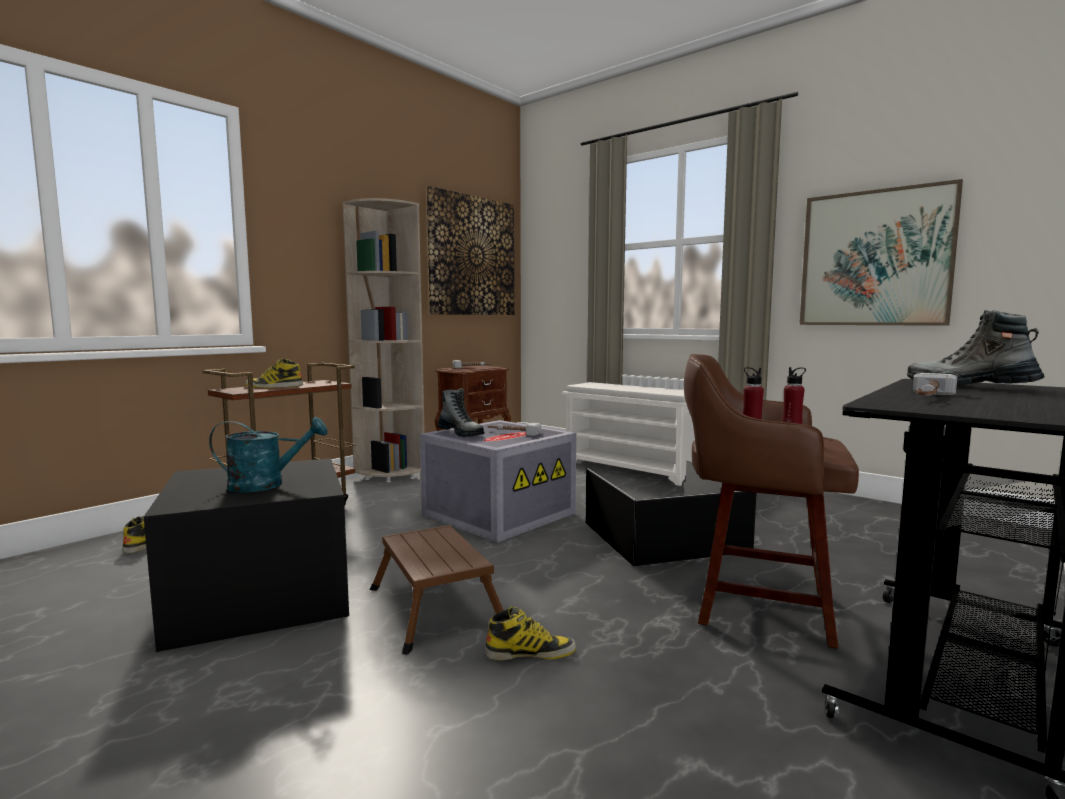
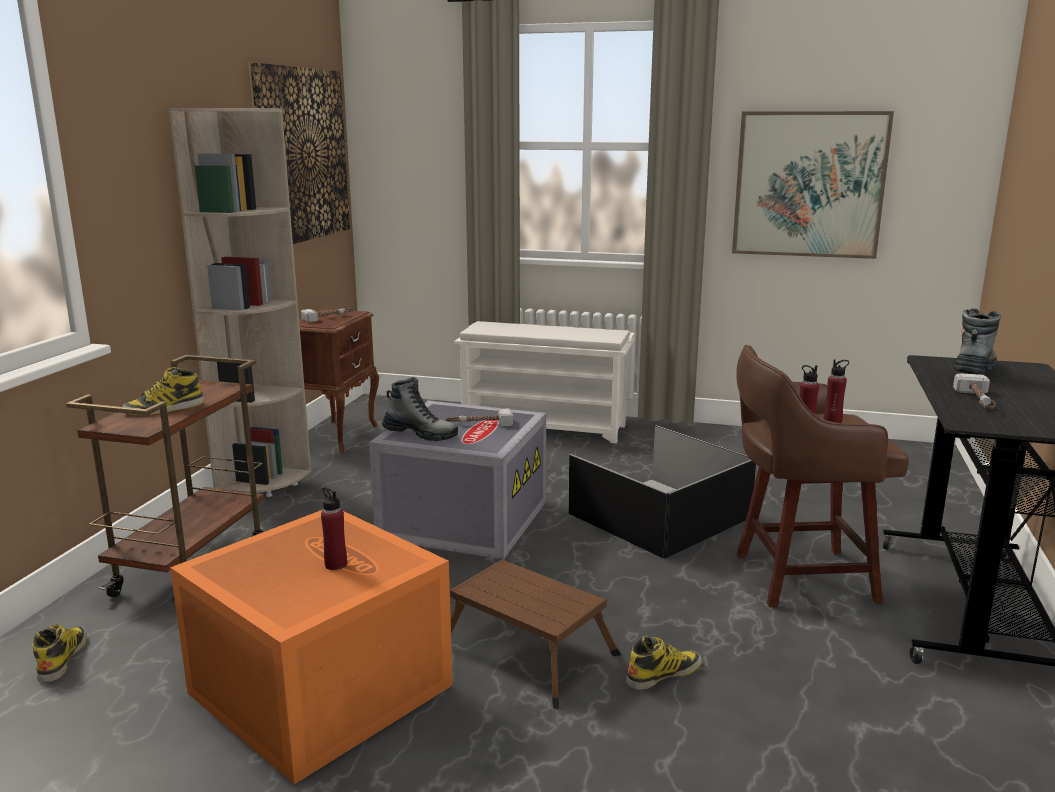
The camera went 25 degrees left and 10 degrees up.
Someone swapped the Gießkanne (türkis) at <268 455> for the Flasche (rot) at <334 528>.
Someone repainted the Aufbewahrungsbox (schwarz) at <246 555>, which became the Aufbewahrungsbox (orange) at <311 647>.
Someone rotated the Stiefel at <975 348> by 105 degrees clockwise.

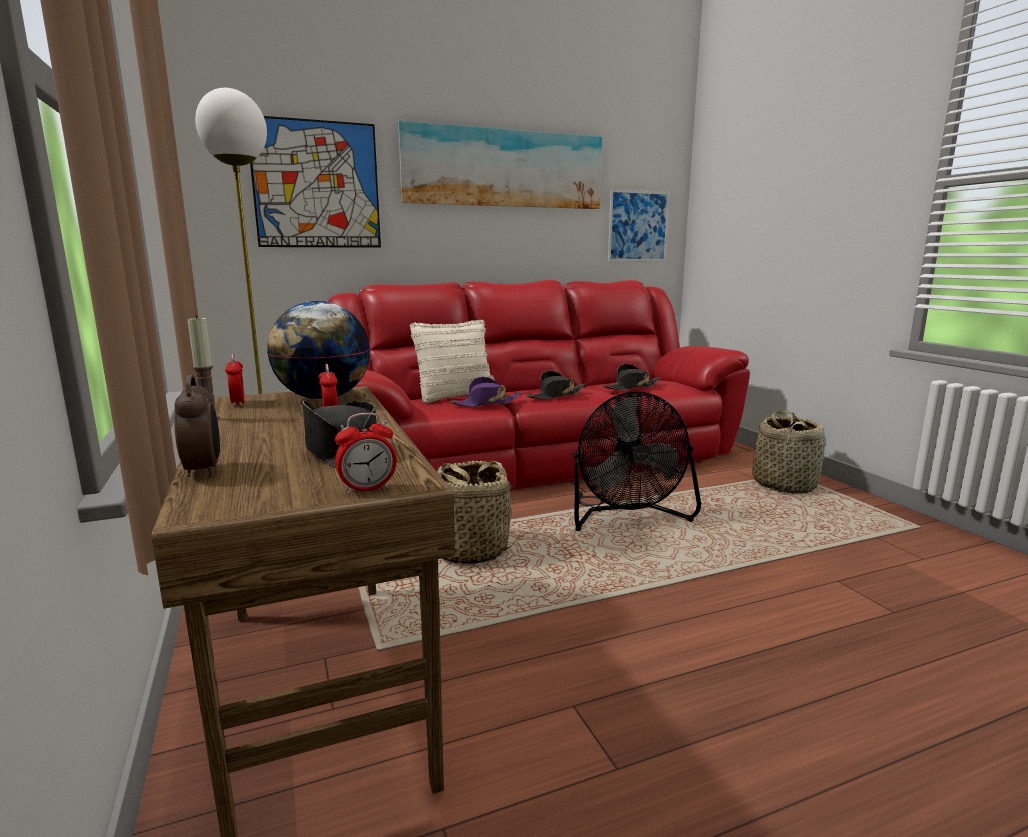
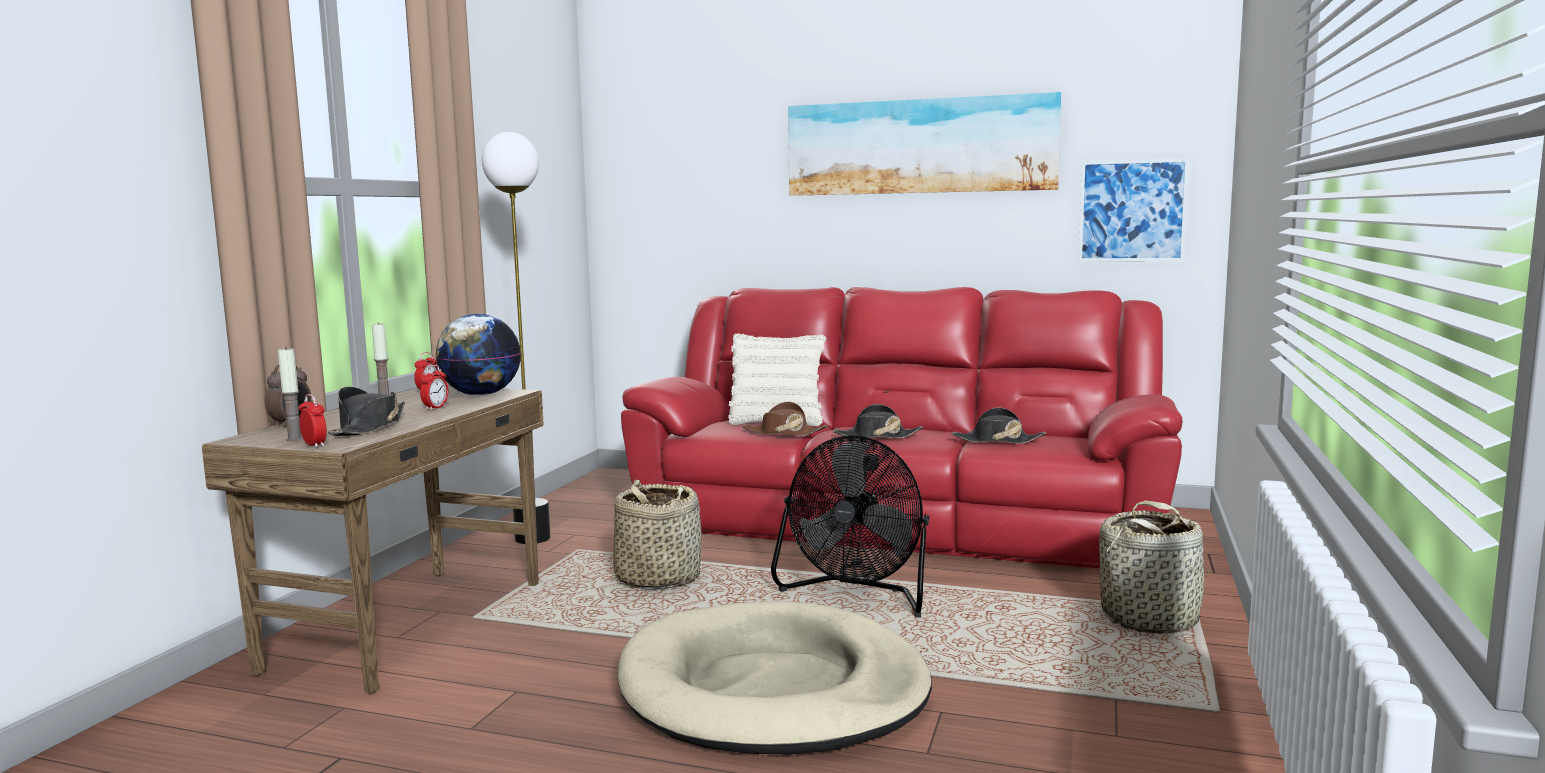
The camera went 40 degrees right and 5 degrees down.
Someone took away the Bild at <315 182>.
Someone put down the Kerze at <290 393>.
Someone put down the Hundebett (beige) at <775 678>.
Someone repainted the Hut (lila) at <485 392>, which became the Hut (braun) at <785 419>.
Someone rotated the Wecker at <366 453> by 150 degrees counterclockwise.

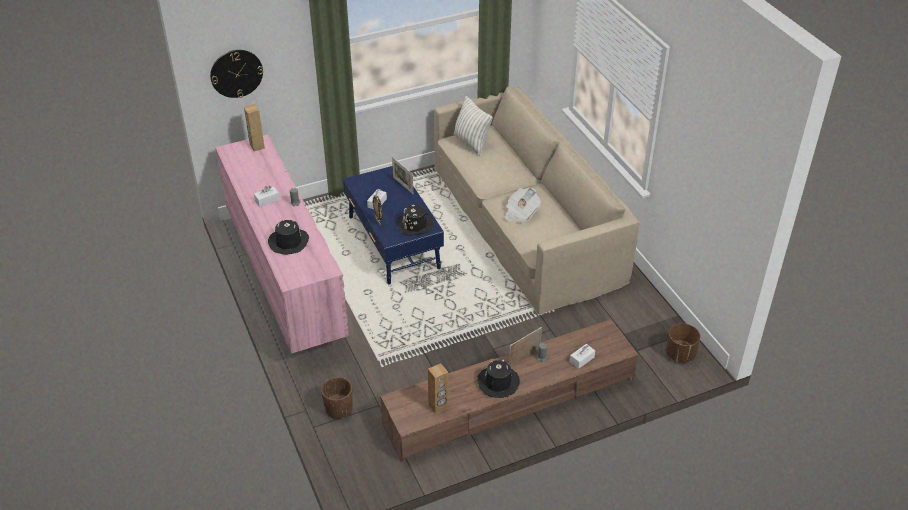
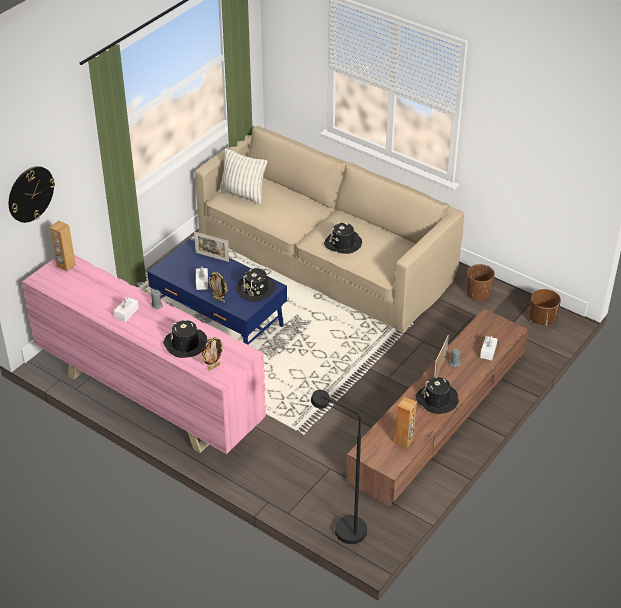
The camera went 30 degrees left and 0 degrees up.
Someone put down the Bilderrahmen at <213 354>.
Someone put down the Stehlampe (schwarz) at <339 467>.
Someone carried the Pflanzkübel (braun) from <337 398> to <481 283>.
Someone swapped the Zeitung at <523 205> for the Hut (schwarz) at <343 238>.

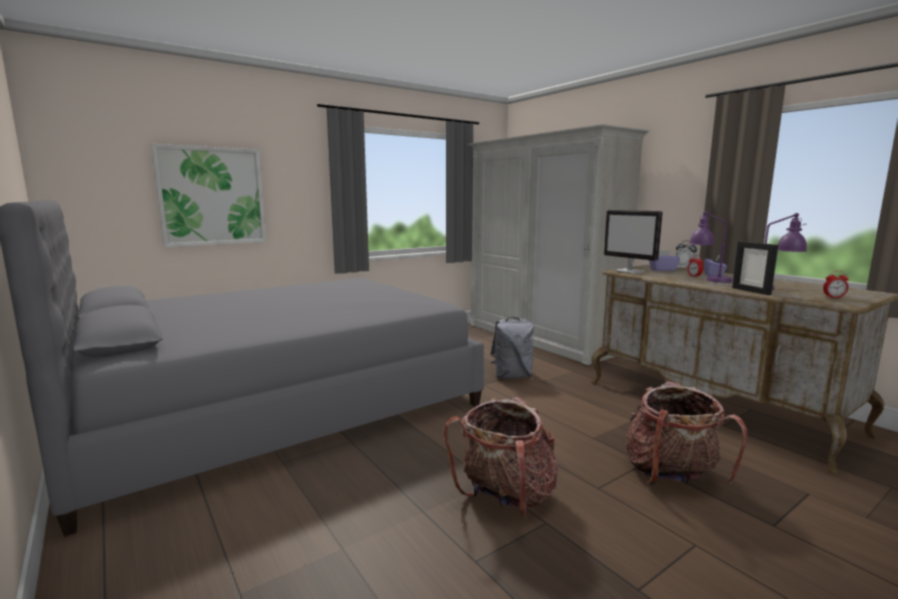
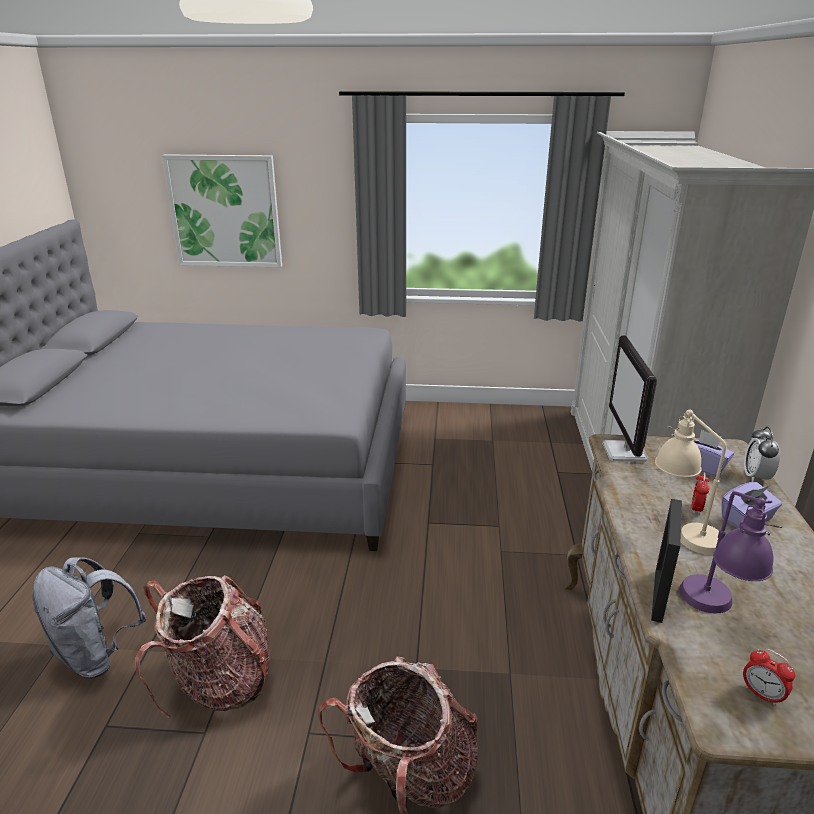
The camera went 40 degrees right and 15 degrees up.
Someone carried the Rucksack (grau) from <512 348> to <89 617>.
Someone repainted the Tischlampe (lila) at <710 247>, which became the Tischlampe (beige) at <690 482>.

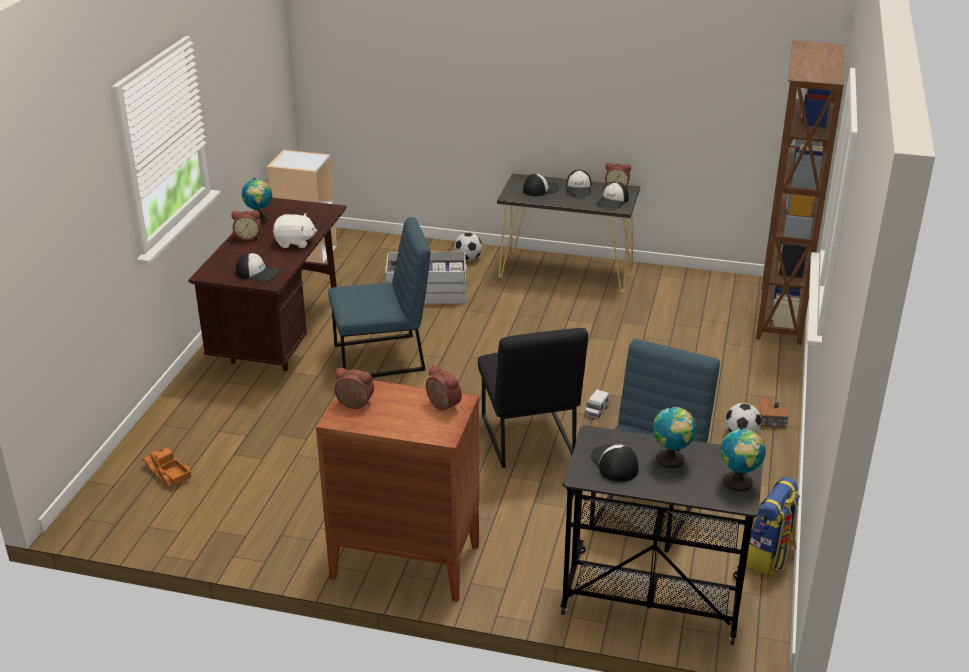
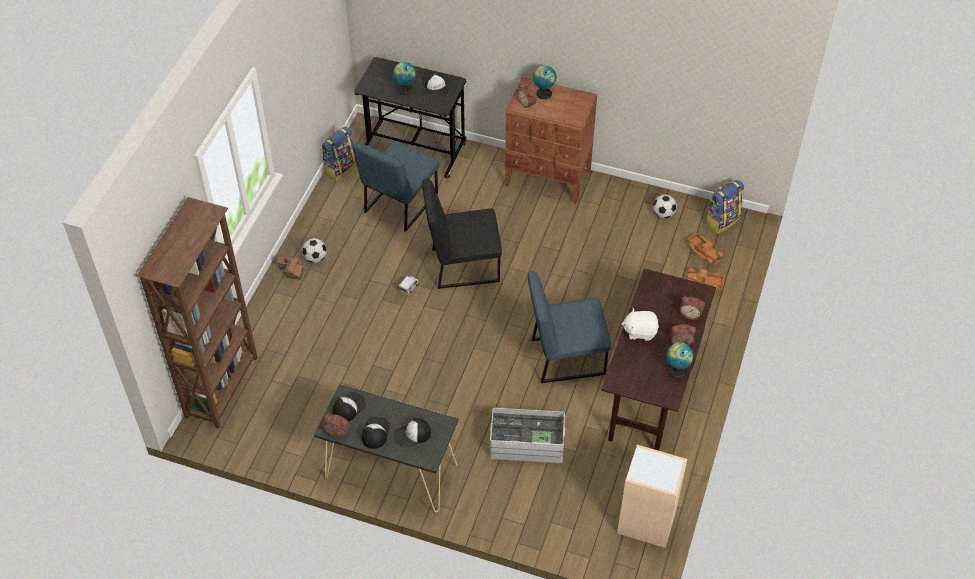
The camera went 175 degrees left and 20 degrees up.
Someone took away the Kappe at <257 267>.
Someone put down the Spielzeuglaster at <704 279>.
Someone put down the Rucksack at <724 207>.
Someone carried the Wecker from <354 388> to <692 308>.
Someone carried the Fußball from <468 246> to <665 206>.
Someone carried the Globus from <743 459> to <544 82>.
Someone rotated the Stuhl (schwarz) at <533 398> by 90 degrees counterclockwise.

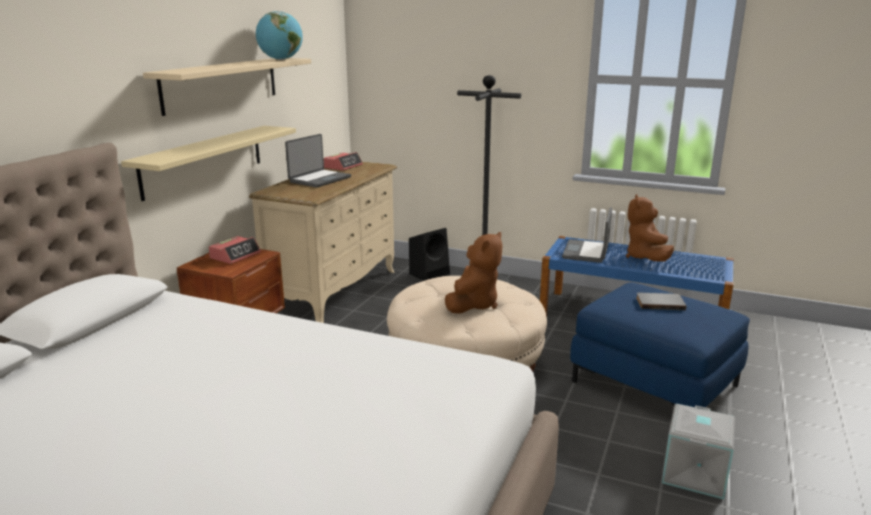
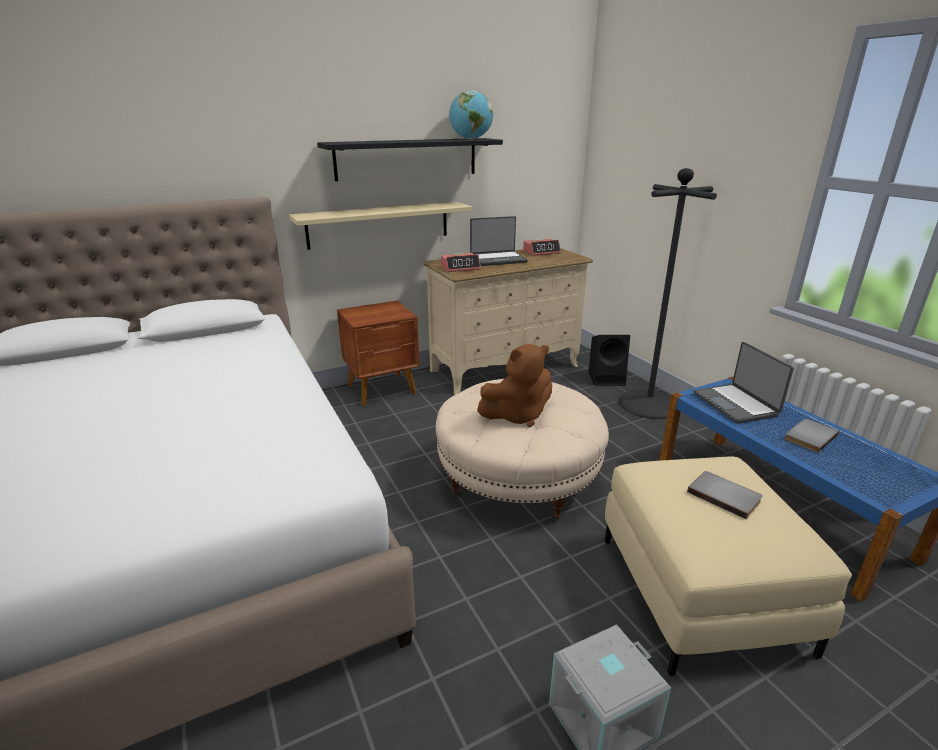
The camera went 40 degrees right and 5 degrees up.
Someone carried the Wecker from <235 250> to <461 262>.
Someone swapped the Plüschtier (braun) at <650 228> for the Buch (grau) at <811 436>.
Someone repainted the Wandregal (beige) at <227 87>, which became the Wandregal (schwarz) at <410 159>.
Someone repainted the Polsterhocker (blau) at <660 345>, which became the Polsterhocker (beige) at <728 566>.
Someone rotated the Laptop at <587 235> by 75 degrees counterclockwise.

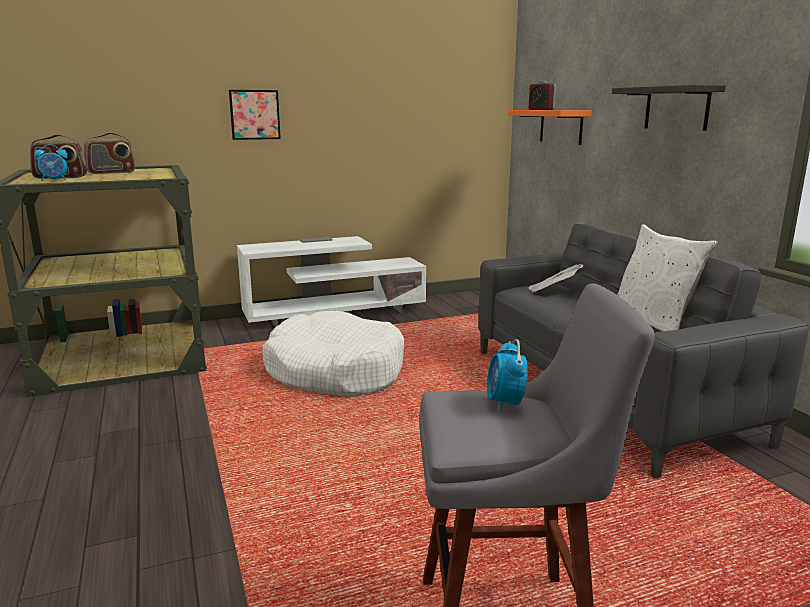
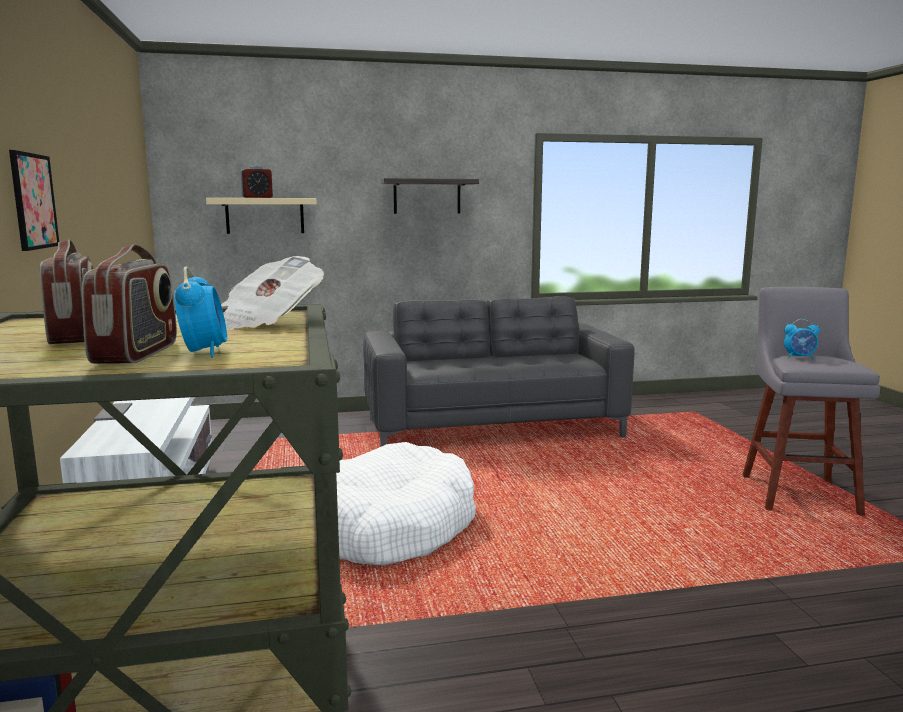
The camera went 80 degrees left and 5 degrees down.
Someone took away the Kissen (weiß) at <667 277>.
Someone carried the Zeitung from <555 278> to <272 293>.
Someone repainted the Wandregal (orange) at <550 127>, which became the Wandregal (beige) at <261 216>.

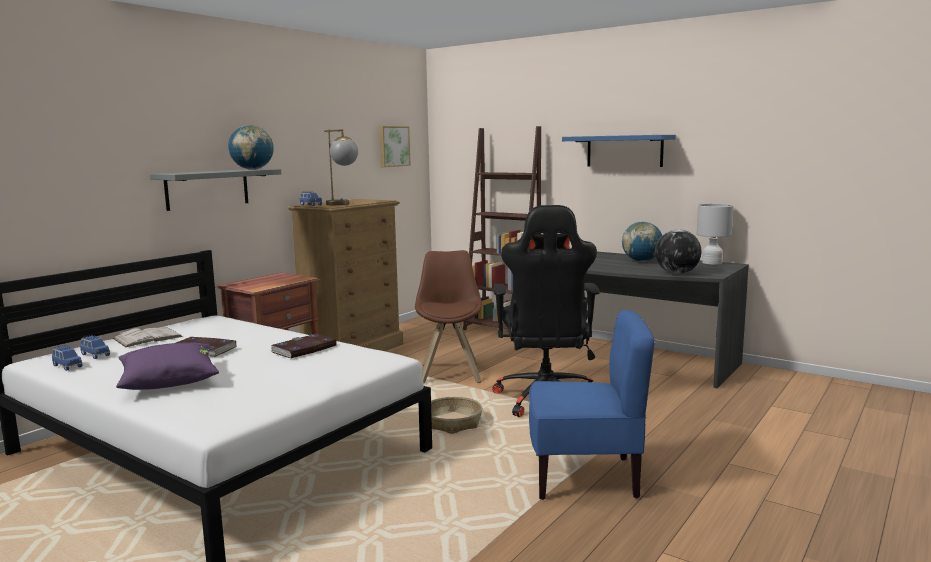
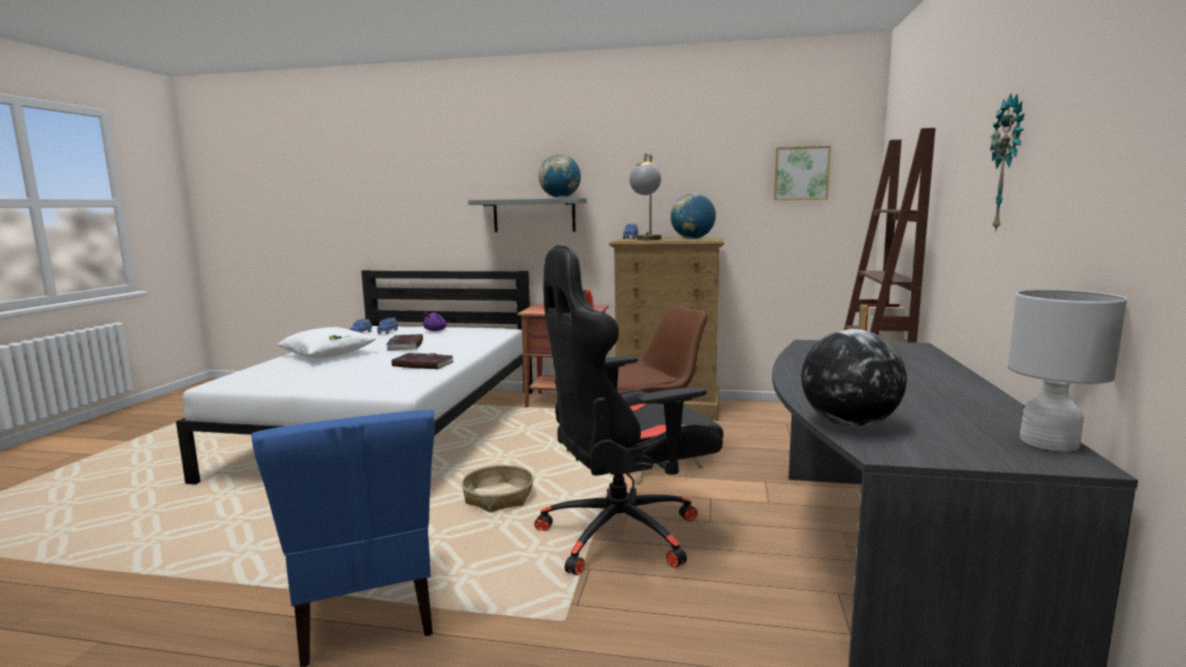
The camera went 65 degrees right and 0 degrees up.
Someone carried the Globus from <642 242> to <693 216>.
Someone swapped the Buch (weiß) at <148 337> for the Plüschtier (lila) at <435 321>.
Someone swapped the Wandregal (blau) at <619 151> for the Wanduhr at <1007 163>.
Someone repainted the Kissen (lila) at <167 366>, which became the Kissen (weiß) at <326 343>.

